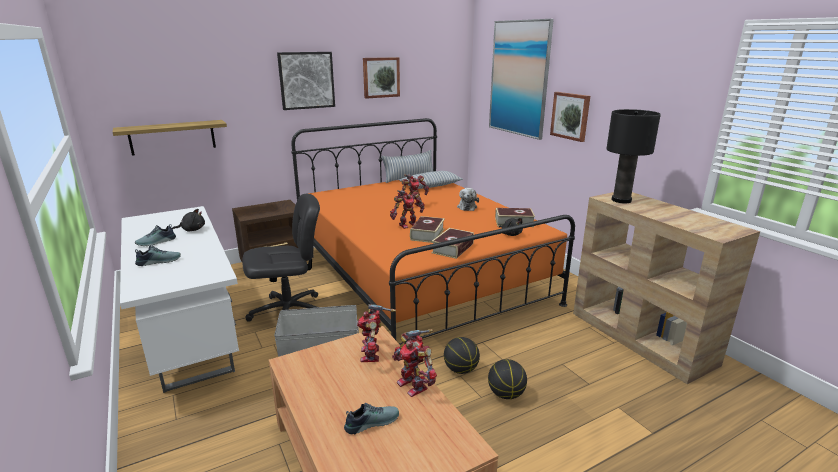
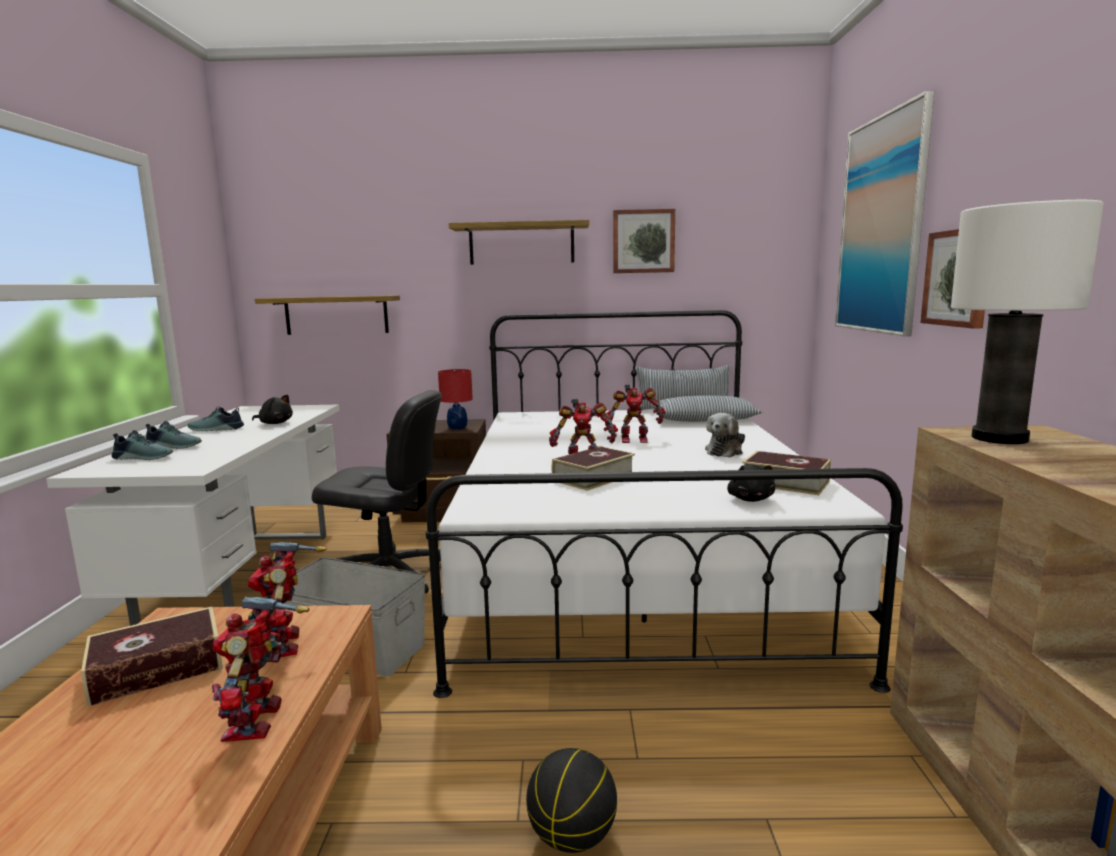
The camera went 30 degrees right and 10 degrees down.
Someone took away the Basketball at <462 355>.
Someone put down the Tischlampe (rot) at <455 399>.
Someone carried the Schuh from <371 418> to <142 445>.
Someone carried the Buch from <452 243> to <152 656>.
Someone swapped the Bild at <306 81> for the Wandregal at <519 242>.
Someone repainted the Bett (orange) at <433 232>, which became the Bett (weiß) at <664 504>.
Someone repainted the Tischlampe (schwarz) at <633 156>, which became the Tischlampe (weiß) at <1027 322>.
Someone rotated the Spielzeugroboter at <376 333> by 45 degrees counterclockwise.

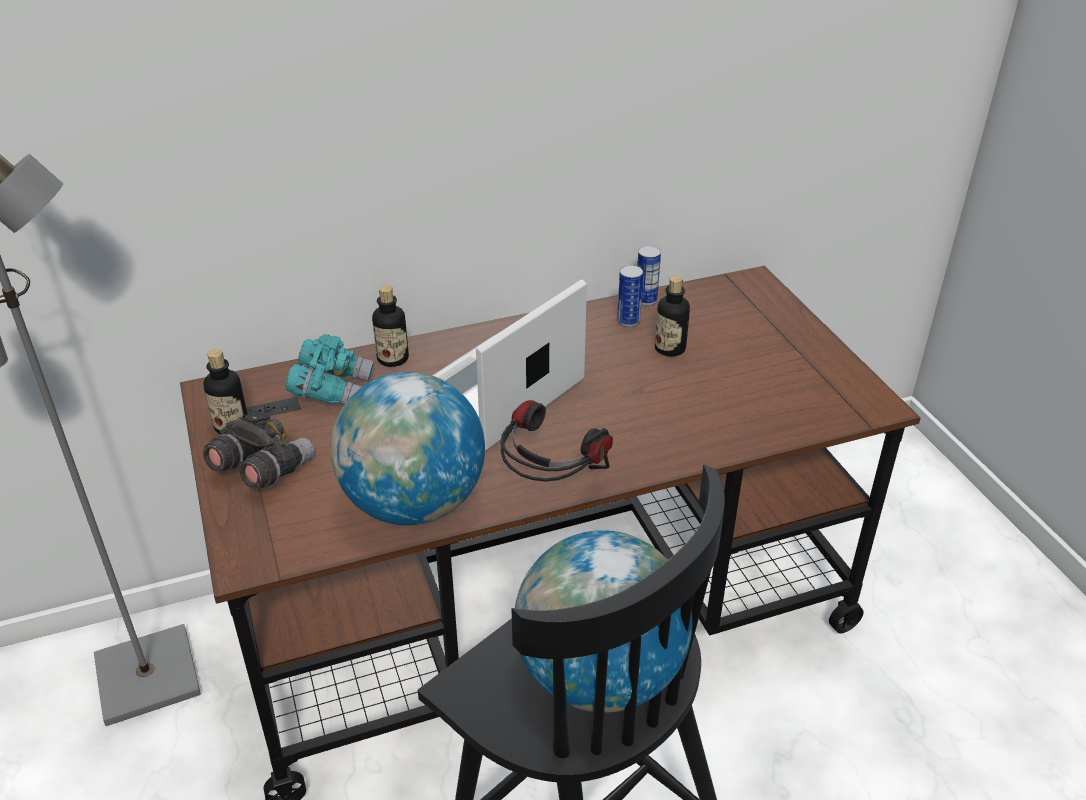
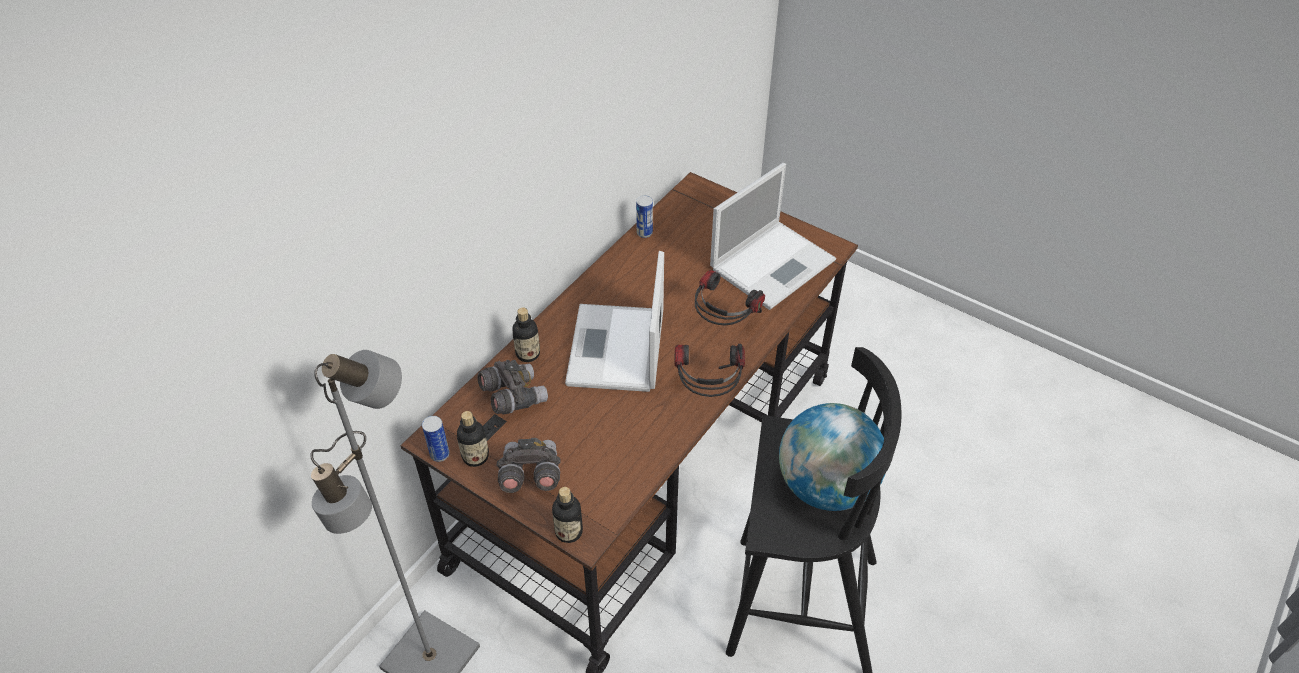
The camera went 35 degrees left and 10 degrees up.
Someone took away the Globus at <407 448>.
Someone put down the Kopfhörer at <730 297>.
Someone put down the Laptop at <773 236>.
Someone carried the Dose from <630 296> to <436 439>.
Someone carried the Flasche from <672 316> to <567 515>.
Someone repainted the Fernglas (türkis) at <329 369>, which became the Fernglas (grau) at <512 387>.

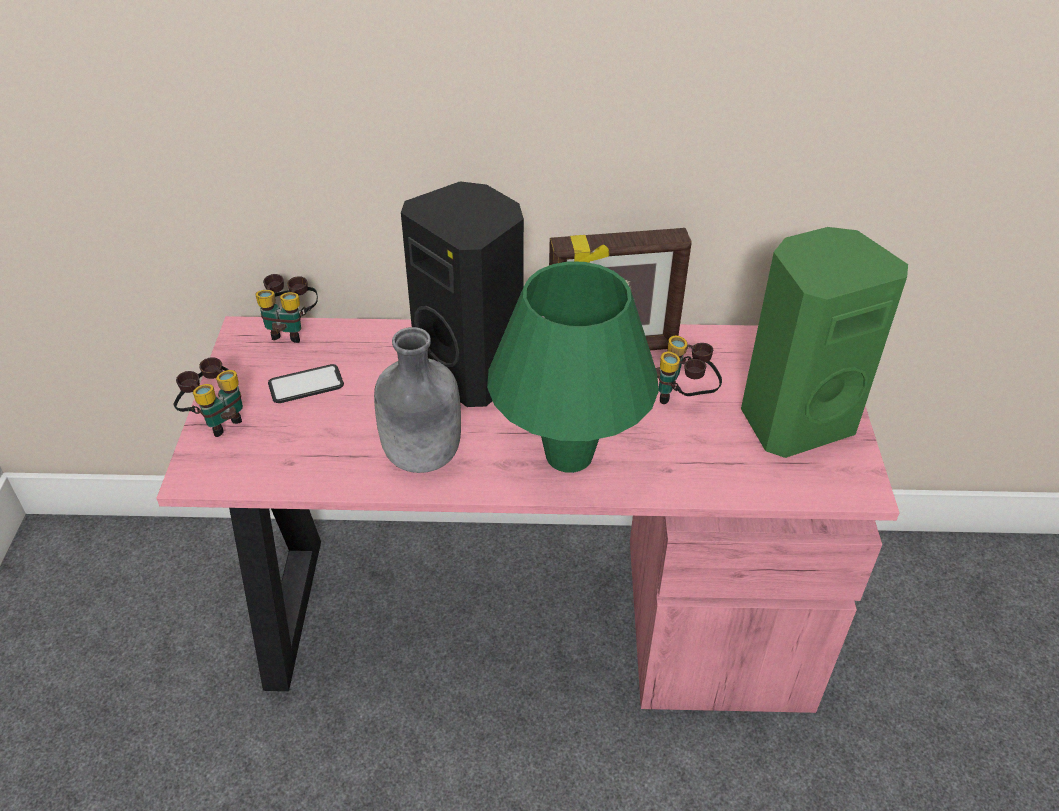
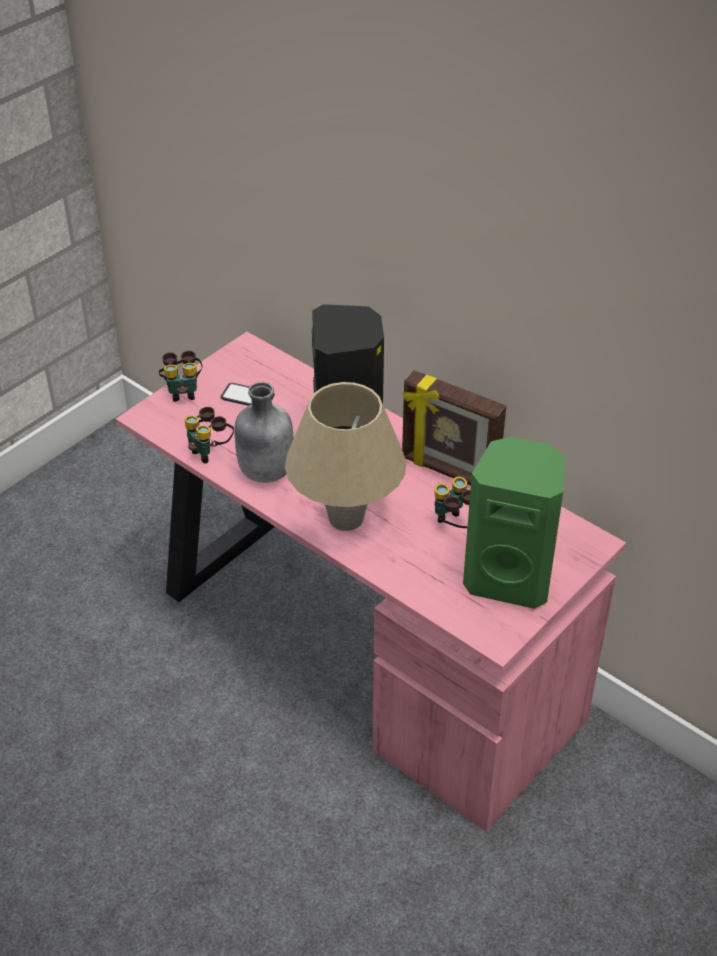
The camera went 40 degrees right and 0 degrees up.
Someone carried the Fernglas from <286 308> to <209 435>.
Someone repainted the Tischlampe (grün) at <573 367>, which became the Tischlampe (beige) at <345 456>.

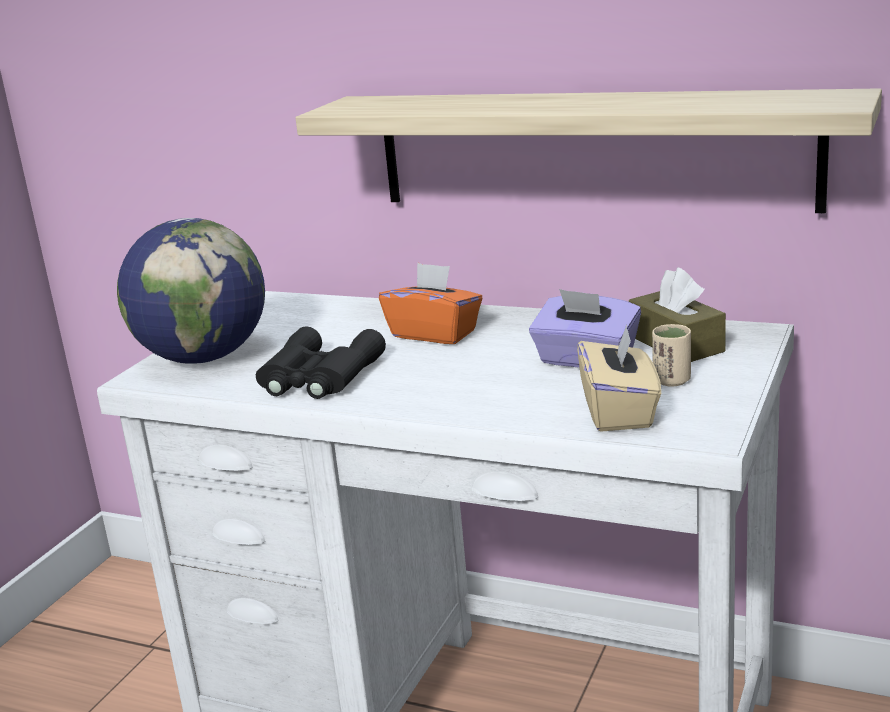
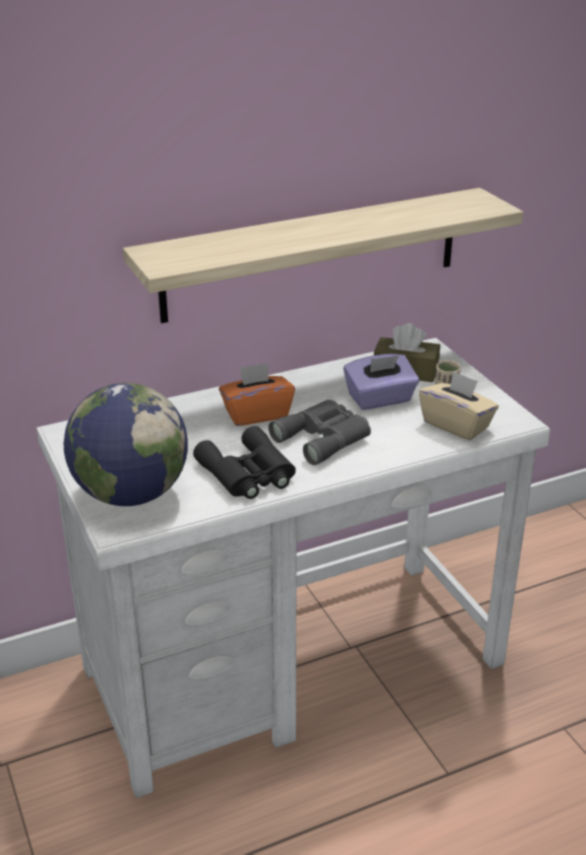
The camera went 50 degrees left and 10 degrees up.
Someone put down the Fernglas (grau) at <319 432>.

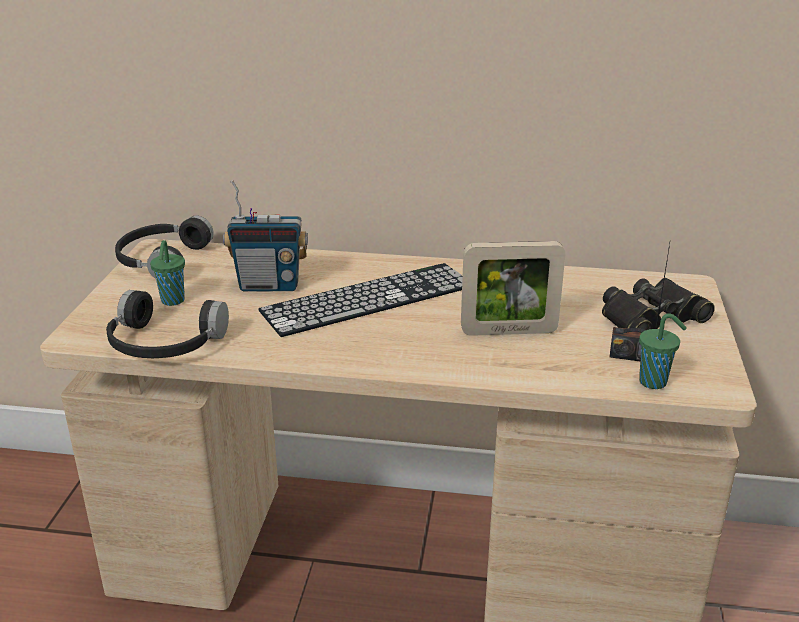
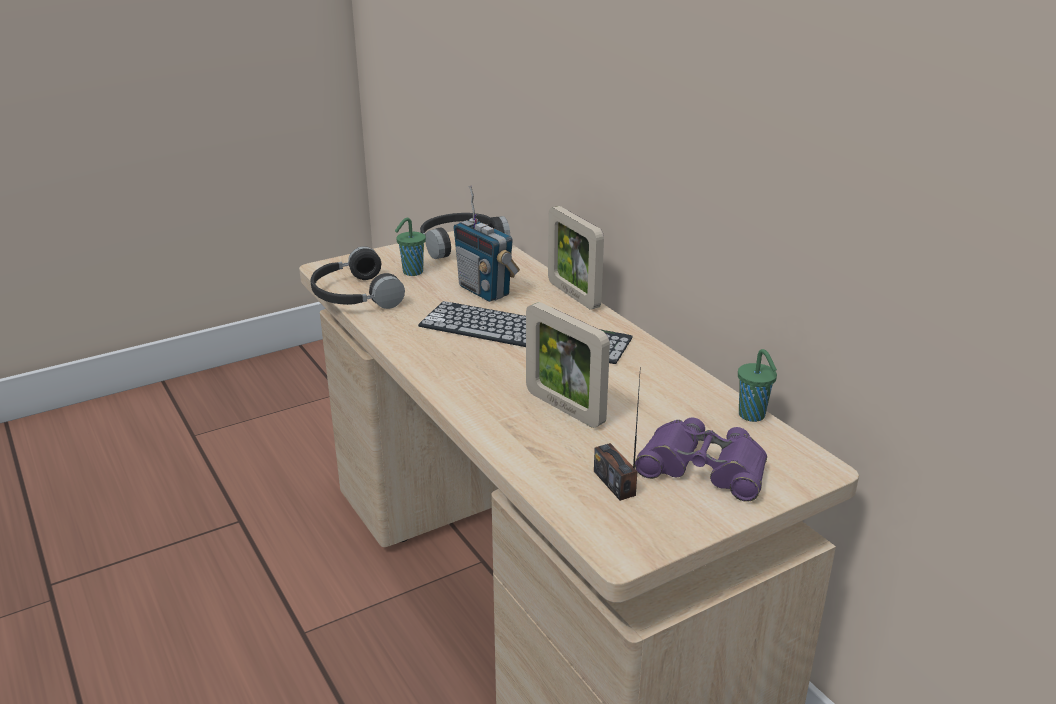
The camera went 50 degrees right and 0 degrees up.
Someone put down the Bilderrahmen at <576 258>.
Someone carried the Tasse (grün) from <663 351> to <757 385>.
Someone repainted the Fernglas (schwarz) at <658 304>, which became the Fernglas (lila) at <701 459>.

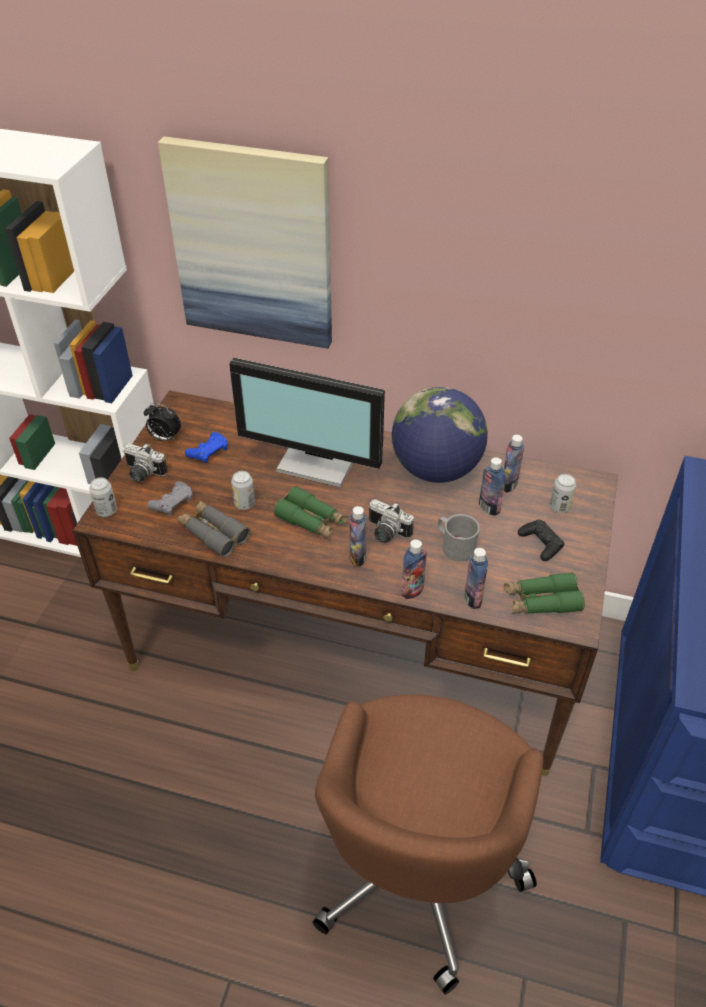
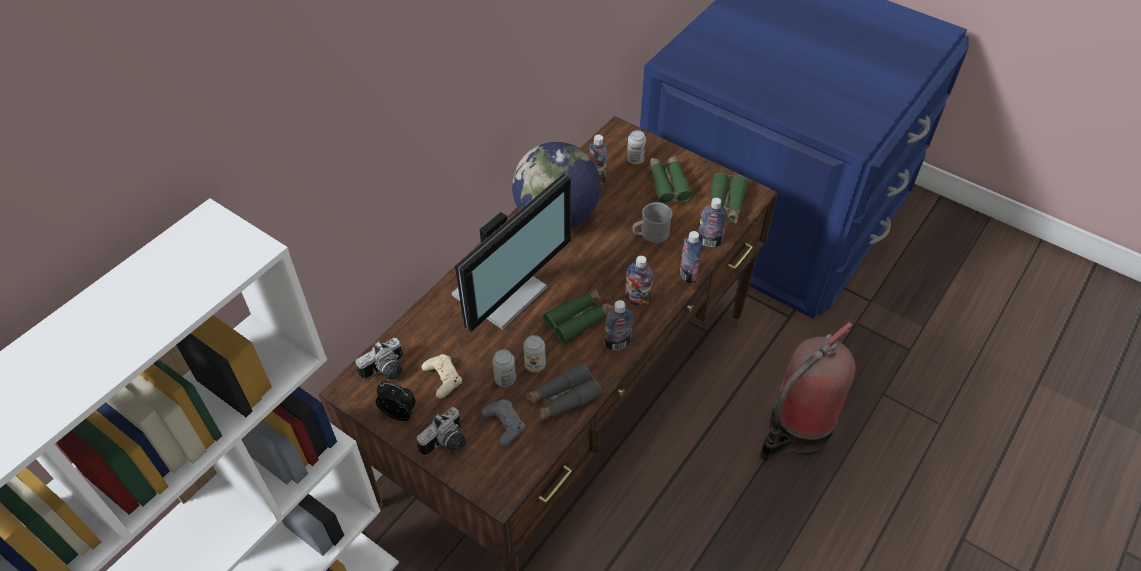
The camera went 70 degrees left and 5 degrees up.
Someone took away the Bild at <245 242>.
Someone carried the Dose from <103 497> to <504 368>.
Someone carried the Kamera from <391 521> to <379 359>.
Someone carried the Flasche from <492 486> to <619 325>.
Someone swapped the Bürostuhl (braun) at <427 845> for the Feuerlöscher at <807 391>.
Someone swapped the Gamepad (schwarz) at <541 540> for the Fernglas (grün) at <671 180>.
Someone repainted the Gamepad (blau) at <206 447>, which became the Gamepad (beige) at <442 376>.
Someone rotated the Wecker at <162 422> by 105 degrees counterclockwise.

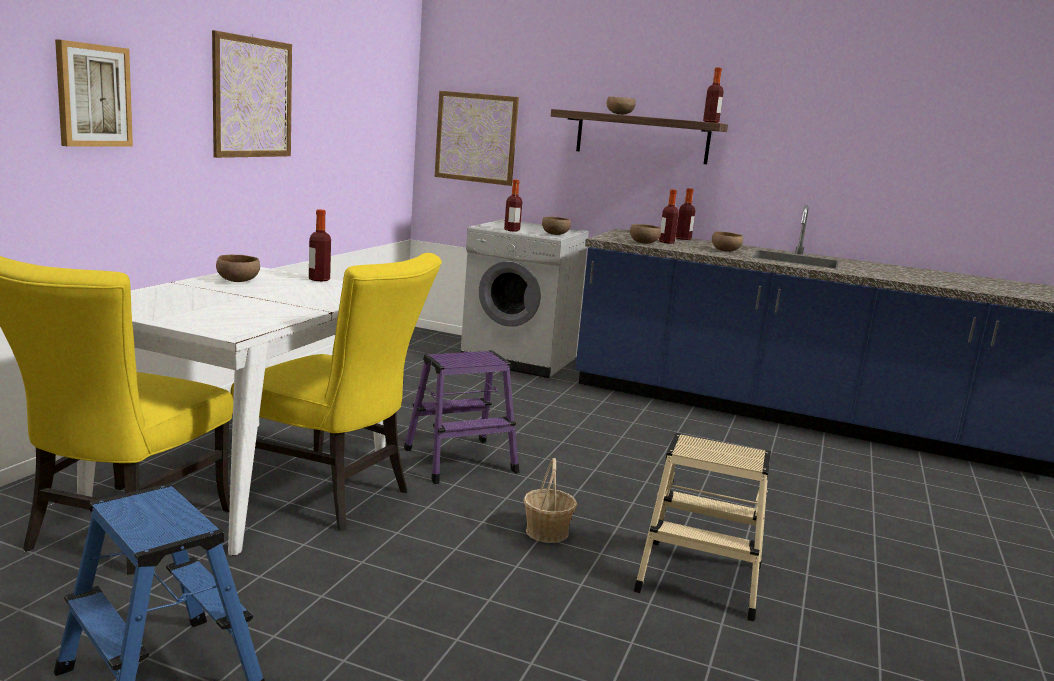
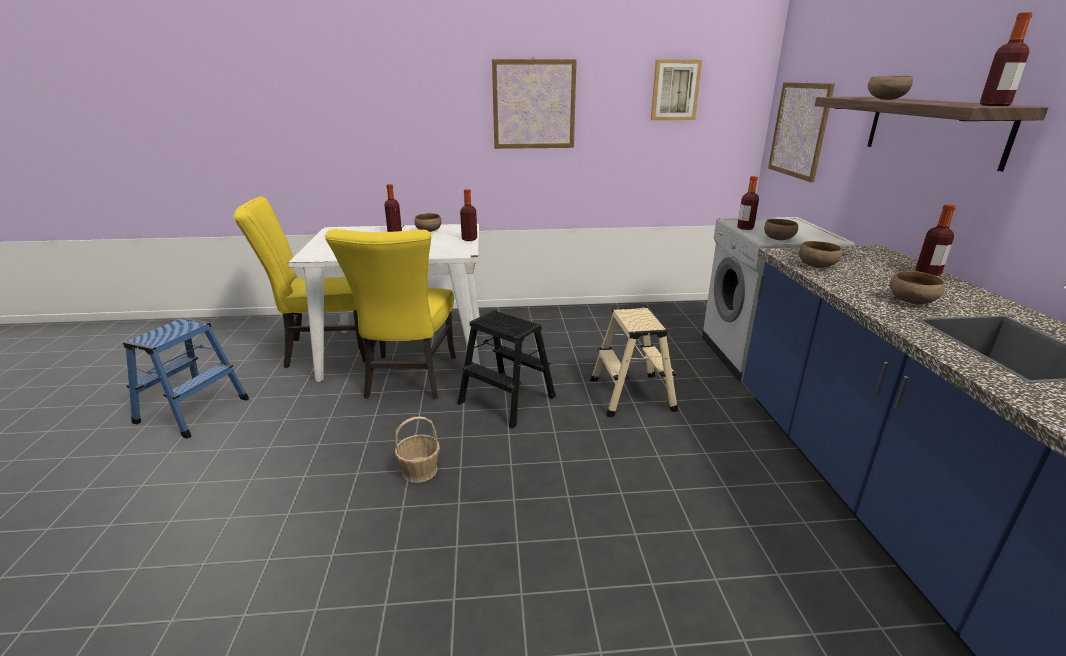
The camera went 65 degrees right and 10 degrees up.
Someone carried the Bild from <94 92> to <676 90>.
Someone carried the Trittleiter (beige) from <702 527> to <634 361>.
Someone carried the Flasche from <669 216> to <393 208>.
Someone repainted the Trittleiter (lila) at <461 417>, which became the Trittleiter (schwarz) at <506 369>.

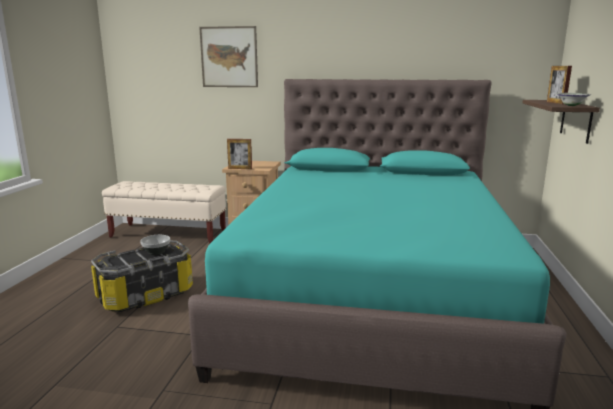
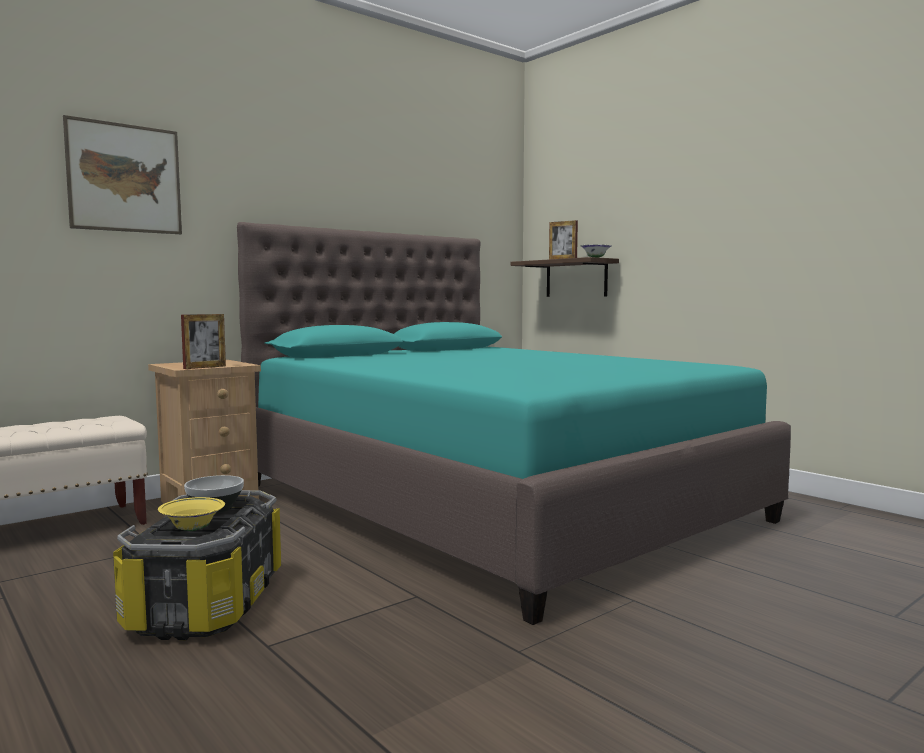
The camera went 50 degrees left and 10 degrees down.
Someone put down the Schüssel (gelb) at <191 514>.

